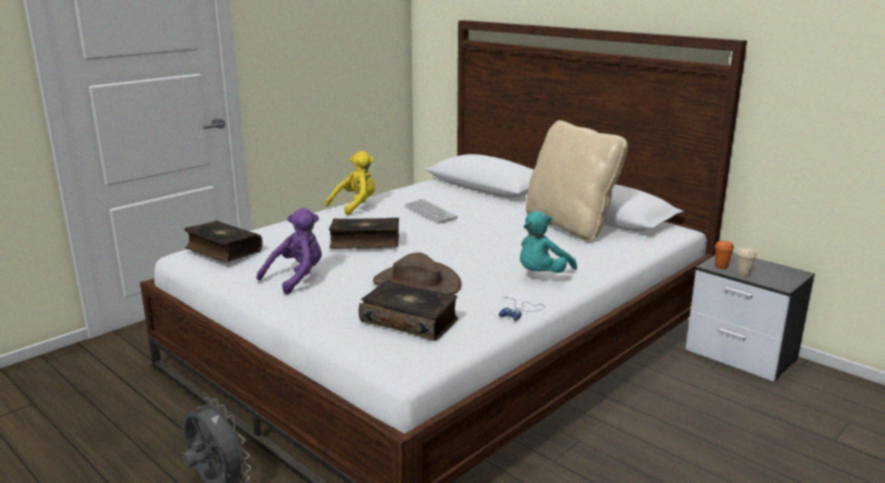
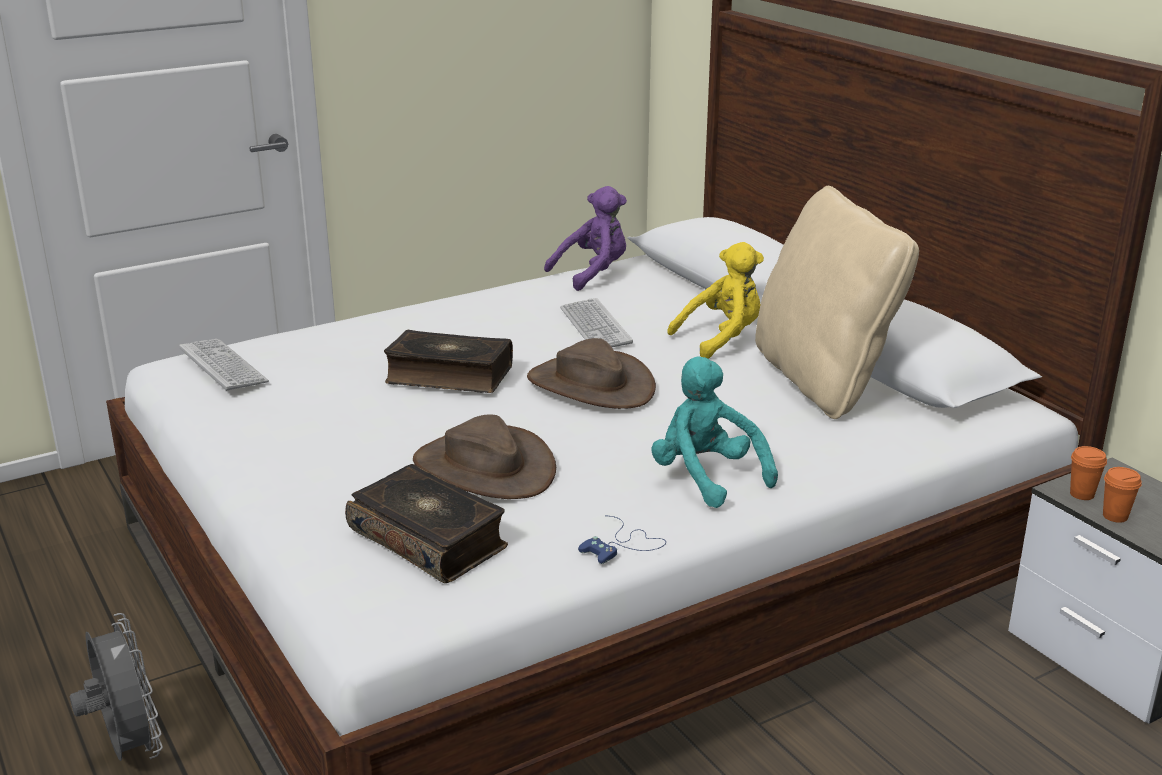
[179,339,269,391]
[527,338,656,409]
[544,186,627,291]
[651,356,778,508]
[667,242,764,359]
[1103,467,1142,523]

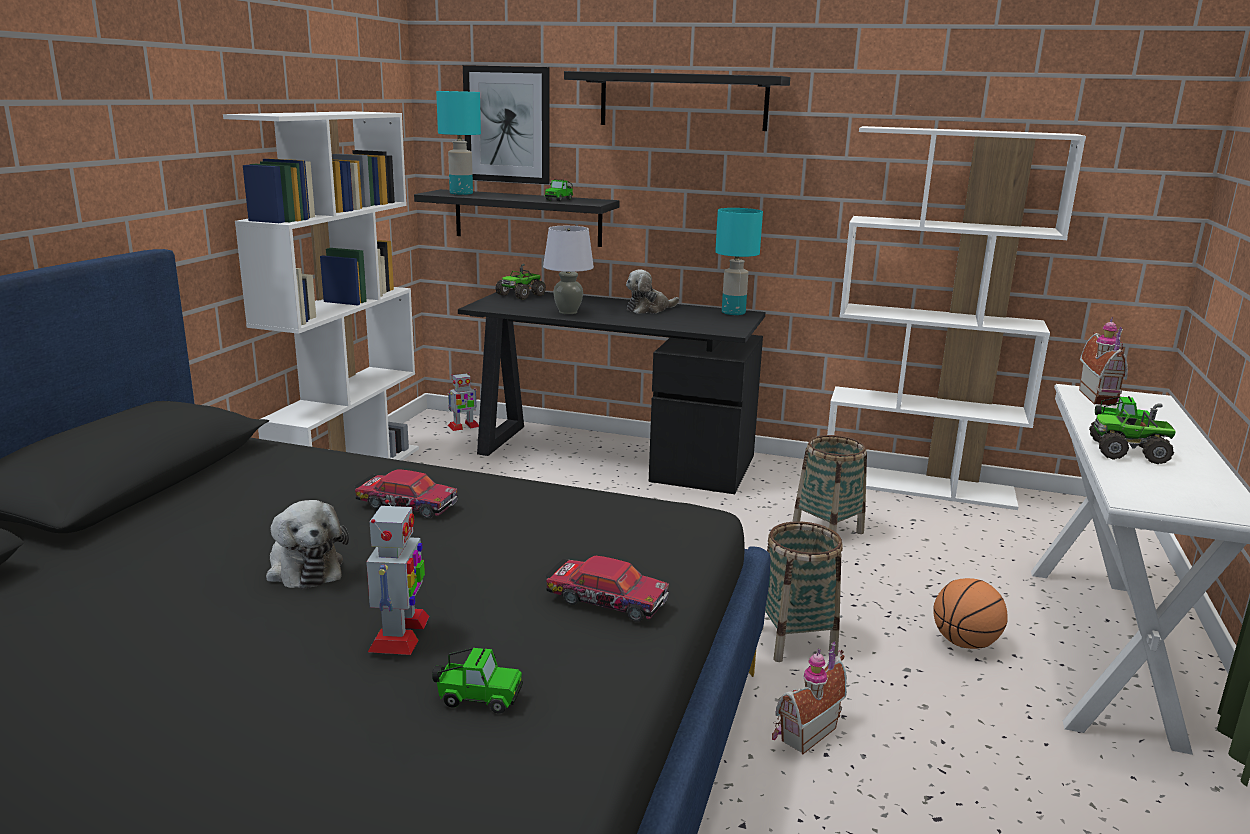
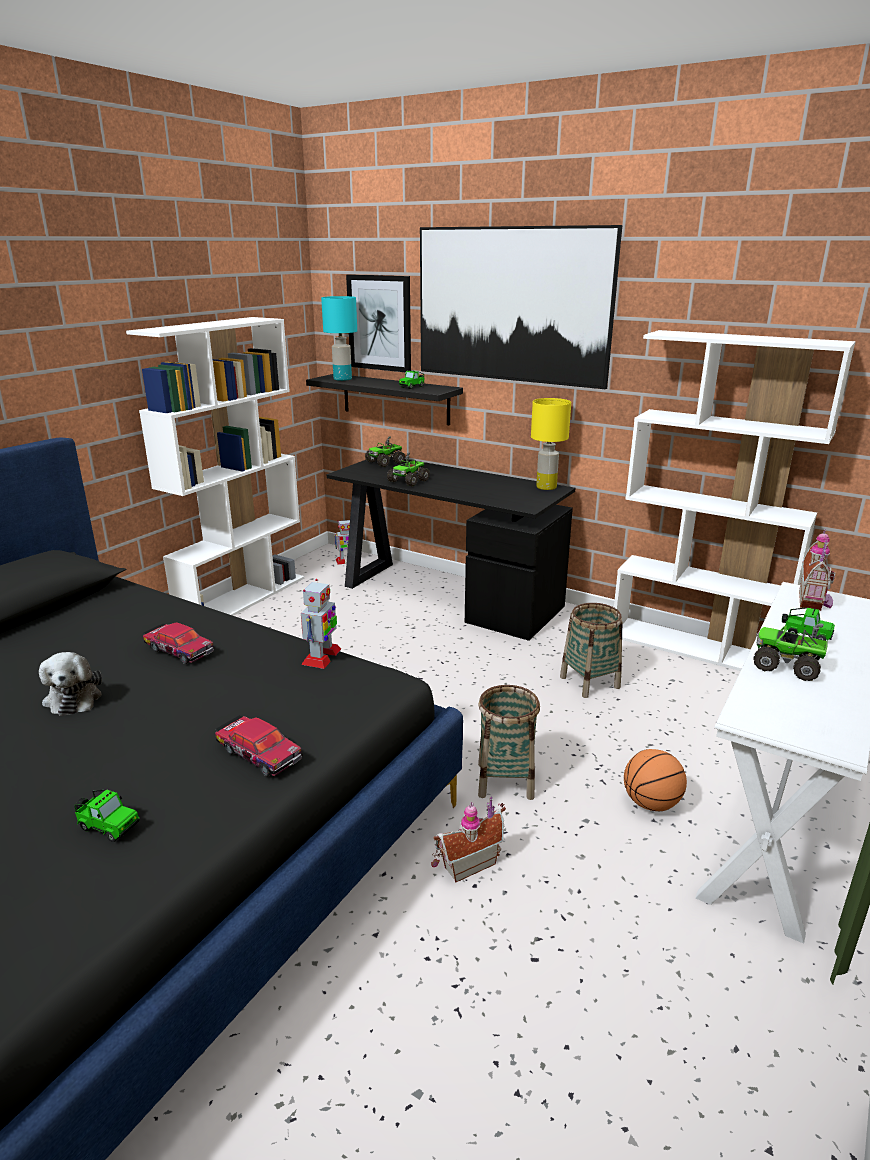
[301,579,341,669]
[387,453,430,486]
[420,225,622,389]
[531,398,571,490]
[626,269,679,314] (first image)

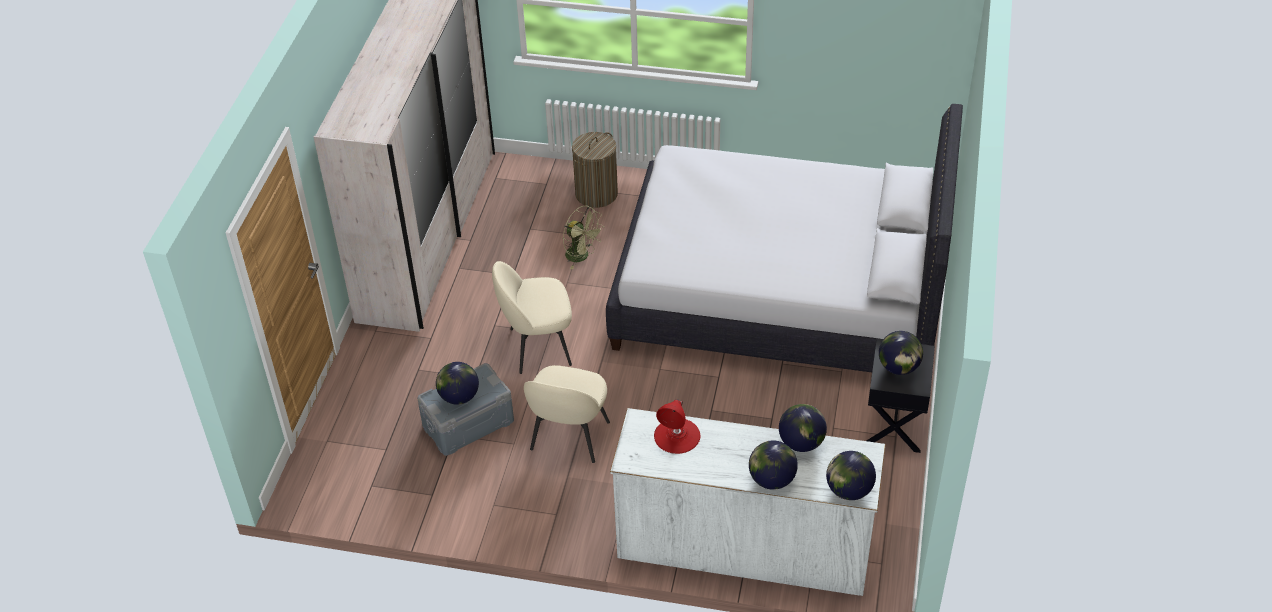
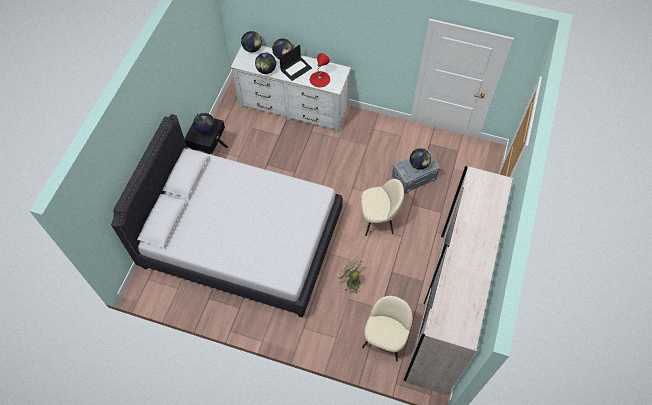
[279,45,312,81]
[362,296,413,361]
[572,132,618,208] (first image)

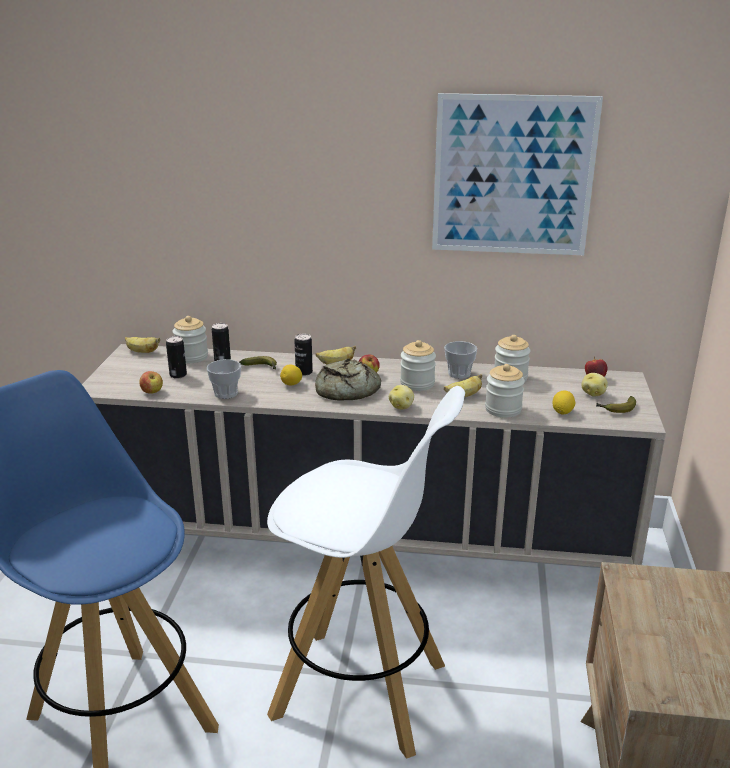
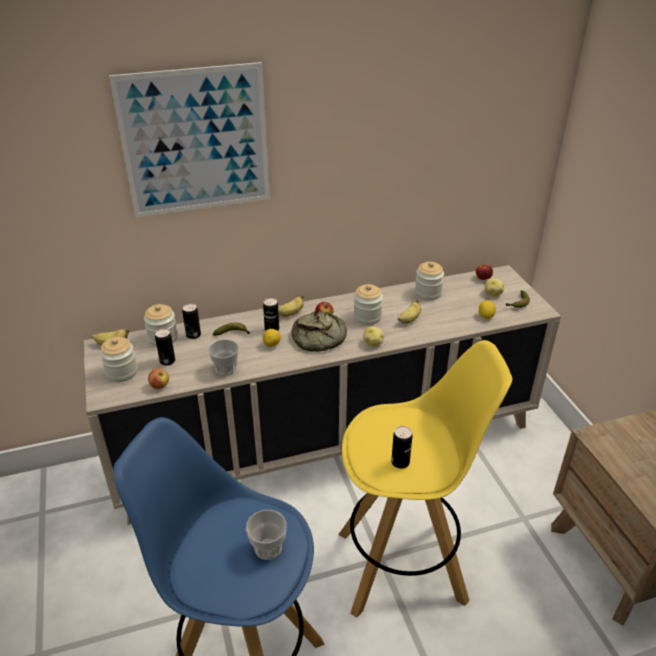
[100,337,138,382]
[109,62,270,217]
[246,510,287,560]
[338,340,512,618]
[391,426,413,469]

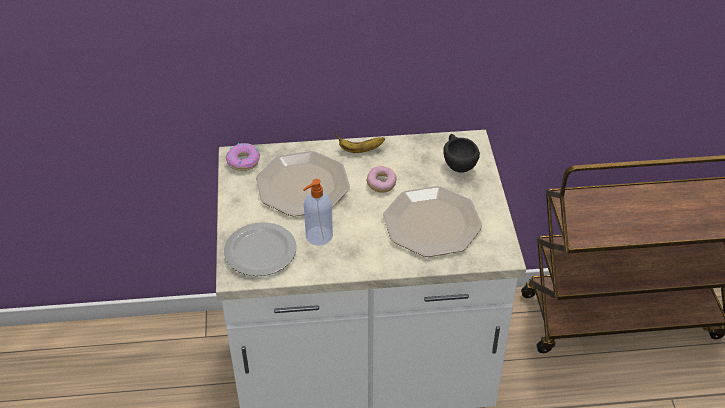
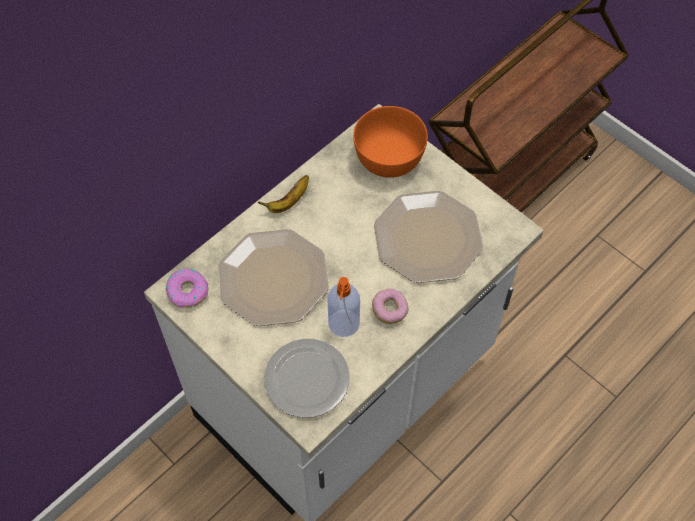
[353,106,428,178]
[372,289,409,324]

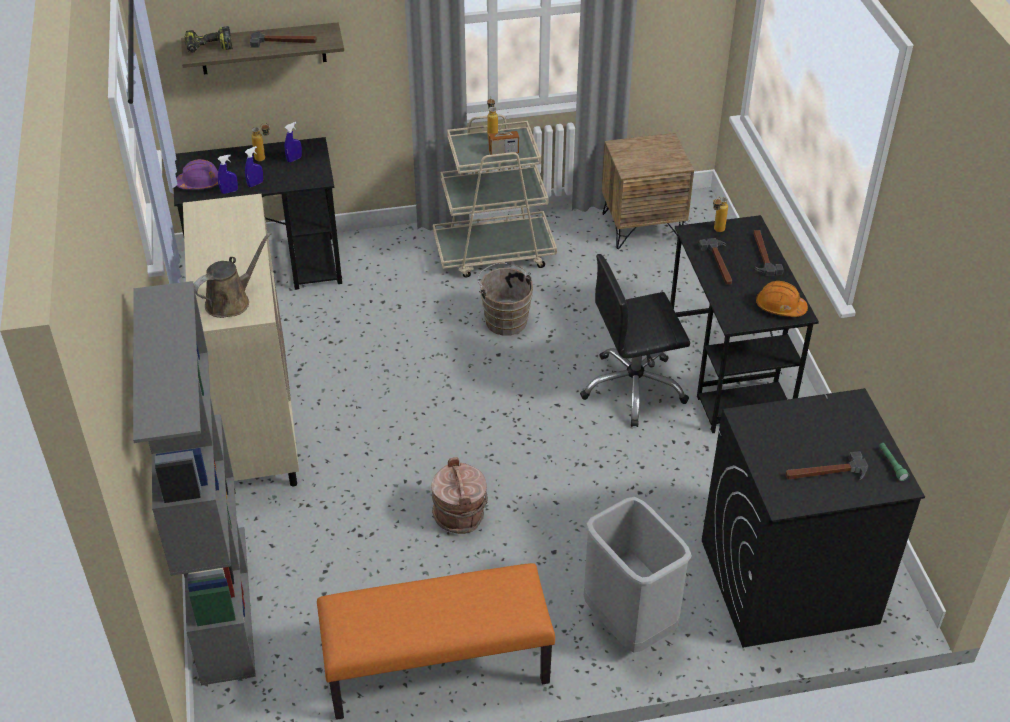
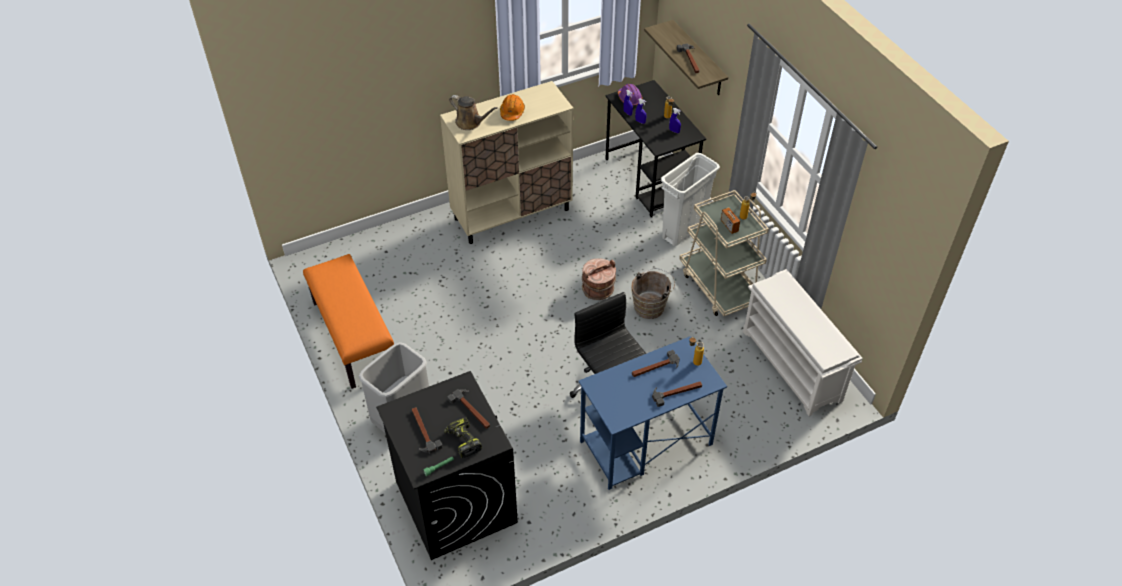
[444,417,482,458]
[447,389,490,429]
[500,94,525,121]
[578,336,727,490]
[582,258,616,300]
[661,153,720,246]
[743,269,863,416]
[133,281,256,686] (first image)

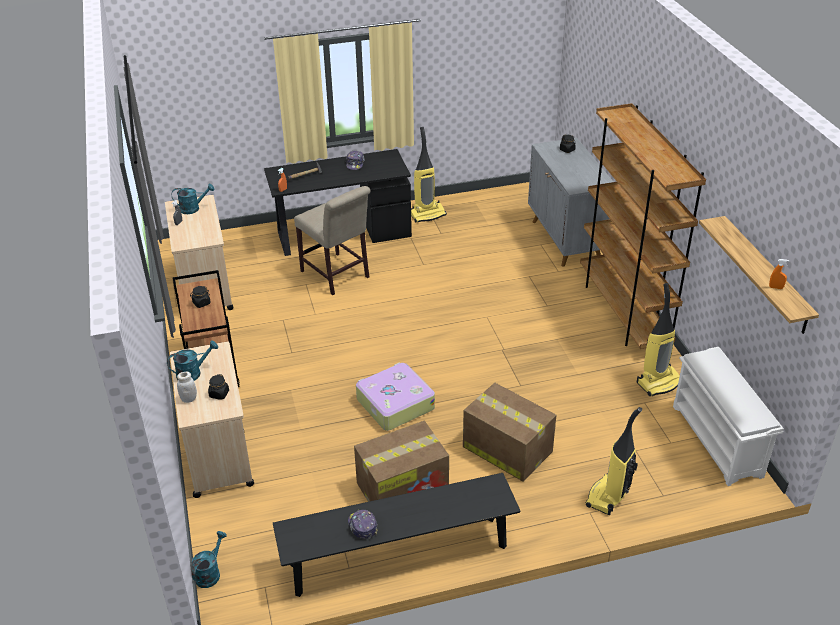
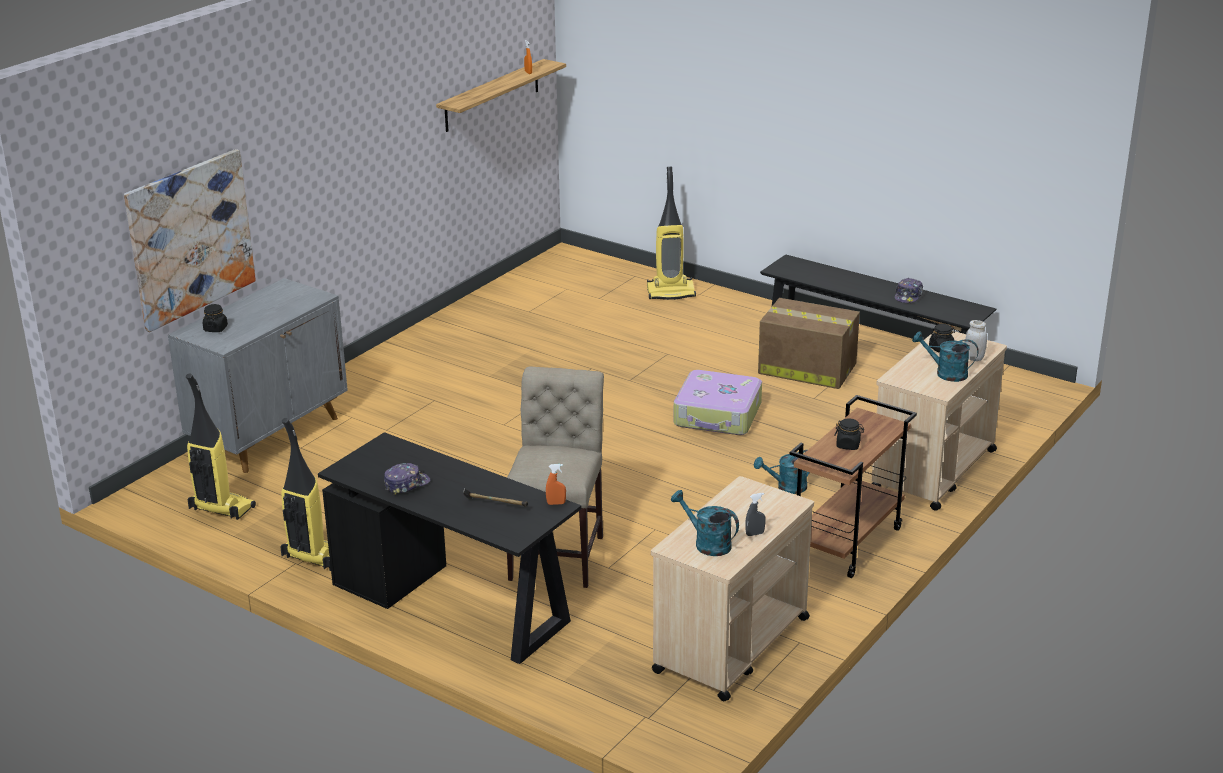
[124,149,256,332]
[186,374,256,520]
[754,450,810,494]
[463,383,556,482] (first image)
[580,103,706,349] (first image)
[673,347,784,486] (first image)

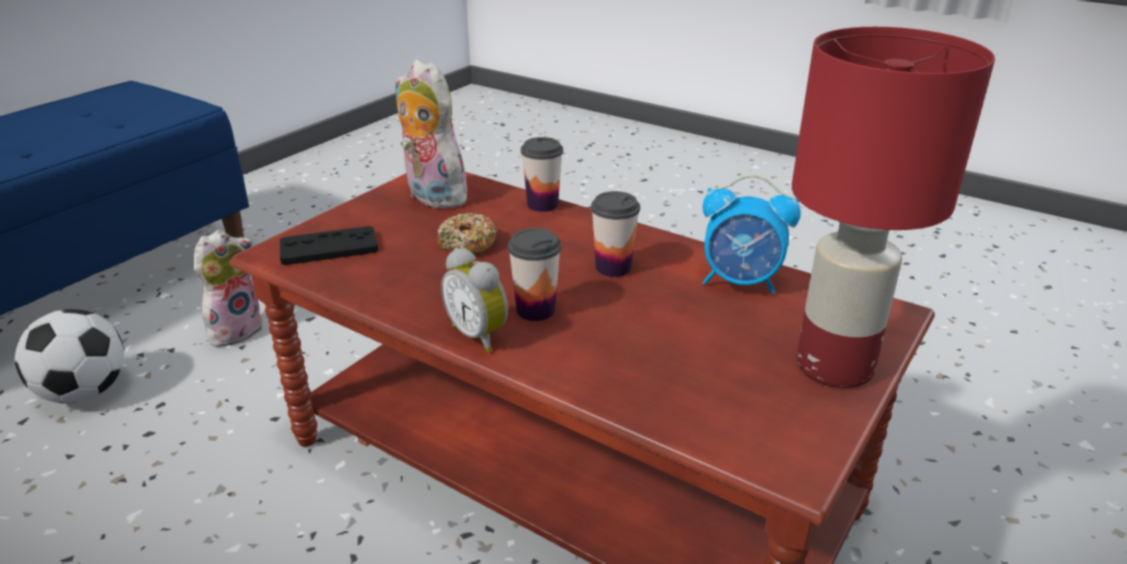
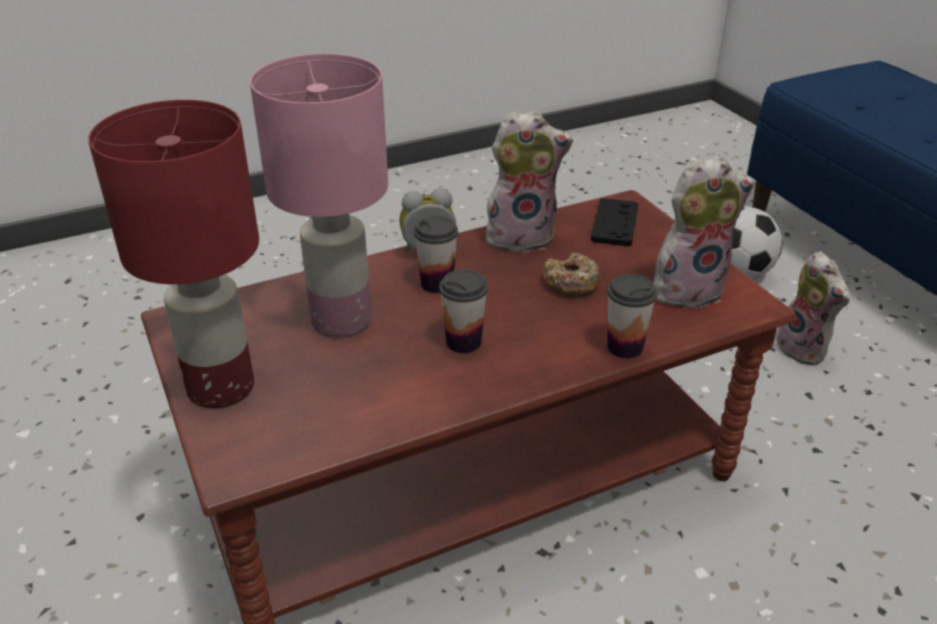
[250,54,388,338]
[486,111,573,253]
[703,174,801,294] (first image)

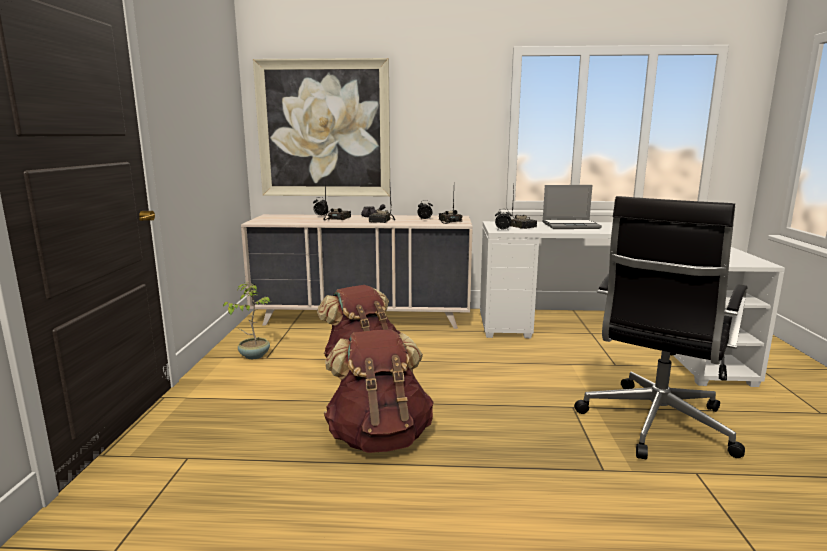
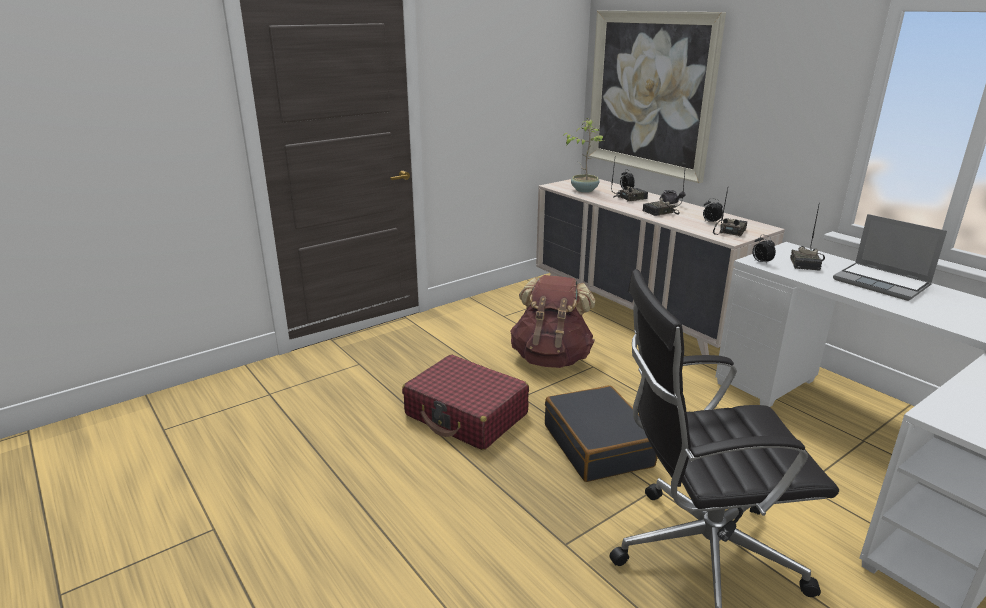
[402,355,529,450]
[545,385,657,482]
[563,118,604,193]

